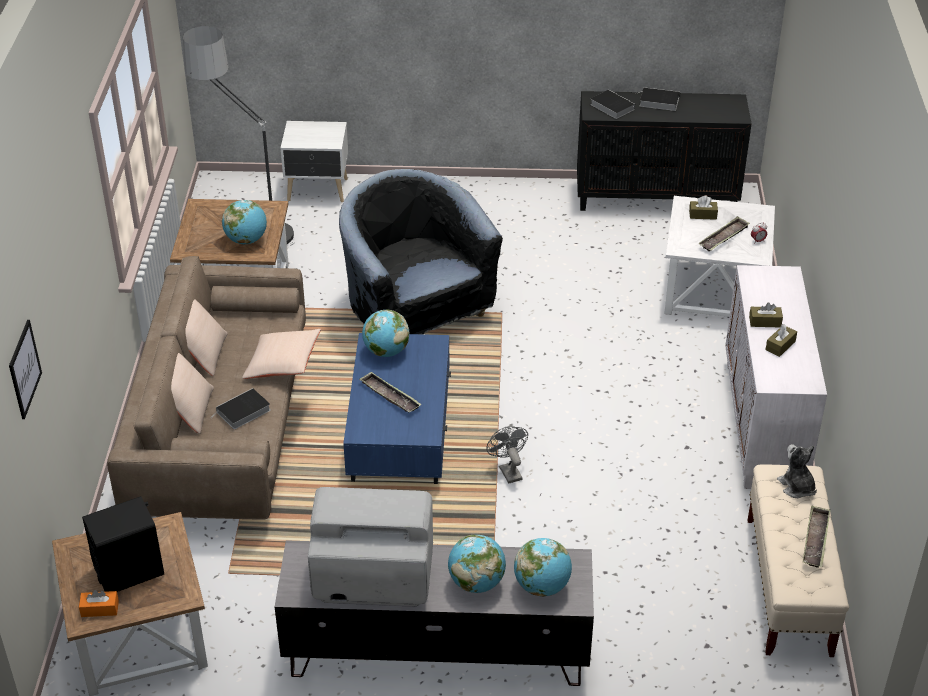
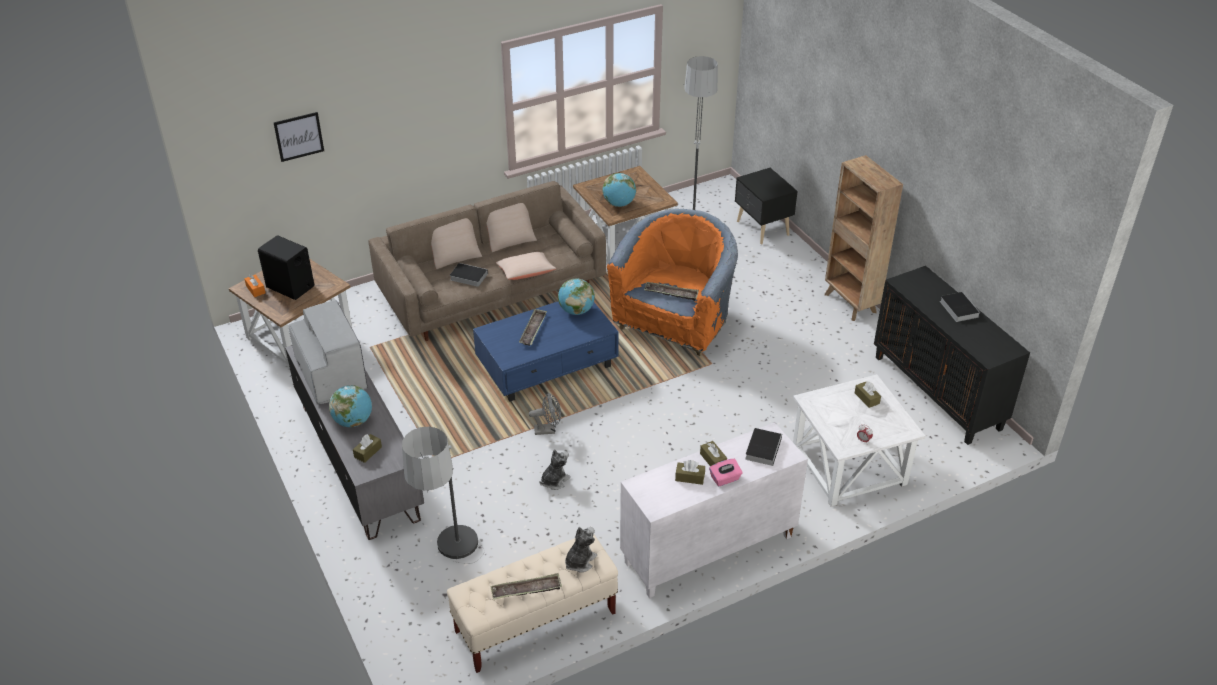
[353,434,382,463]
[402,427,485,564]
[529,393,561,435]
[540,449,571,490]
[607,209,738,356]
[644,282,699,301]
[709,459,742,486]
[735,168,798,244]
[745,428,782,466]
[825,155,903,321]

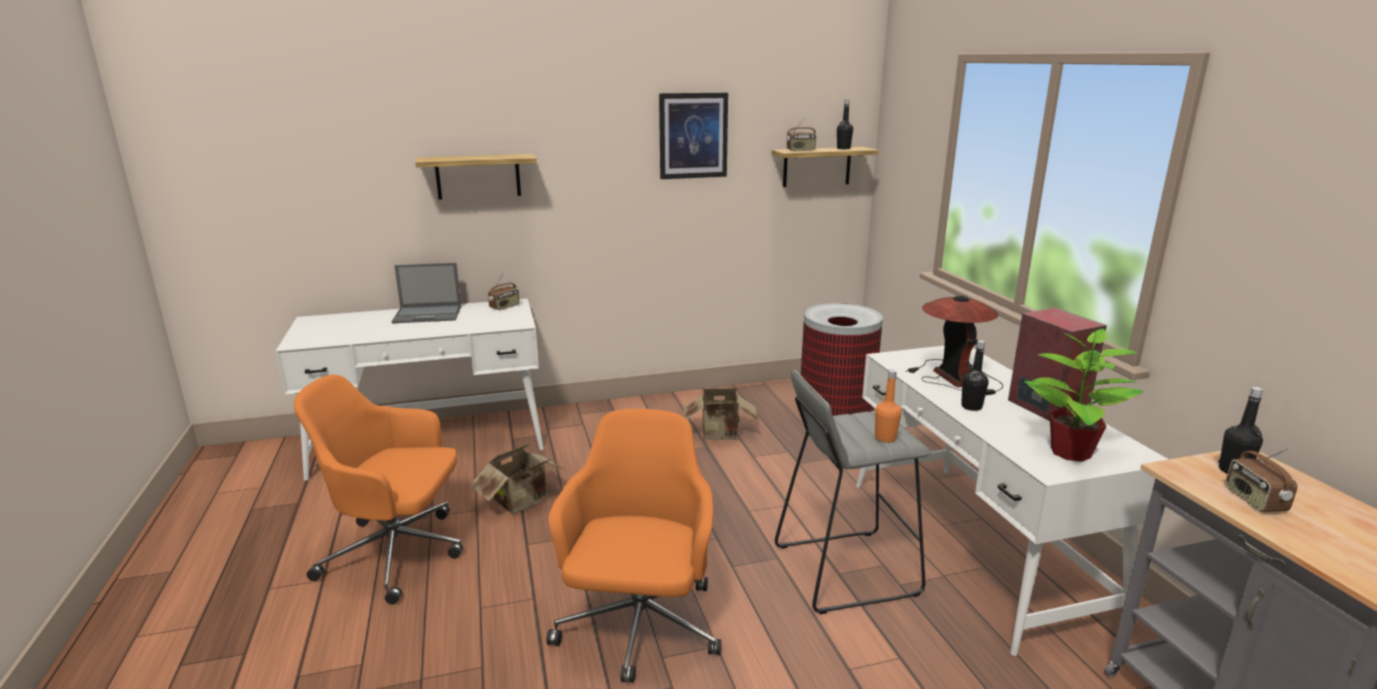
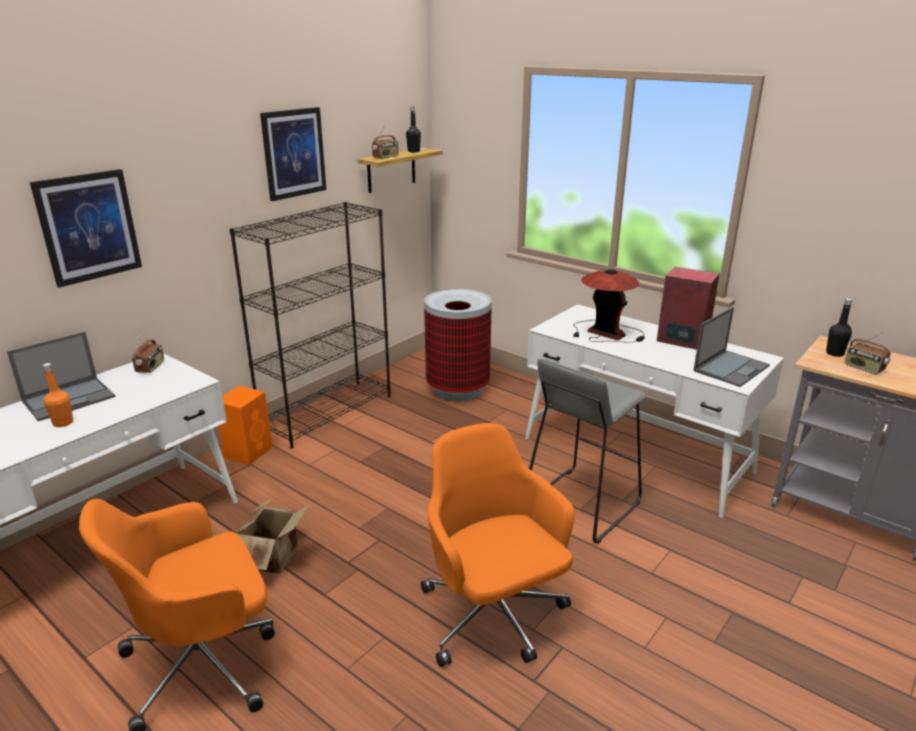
[30,169,142,288]
[43,363,73,427]
[218,386,273,465]
[230,202,391,448]
[693,307,770,387]
[684,389,759,440] (first image)
[961,340,989,411] (first image)

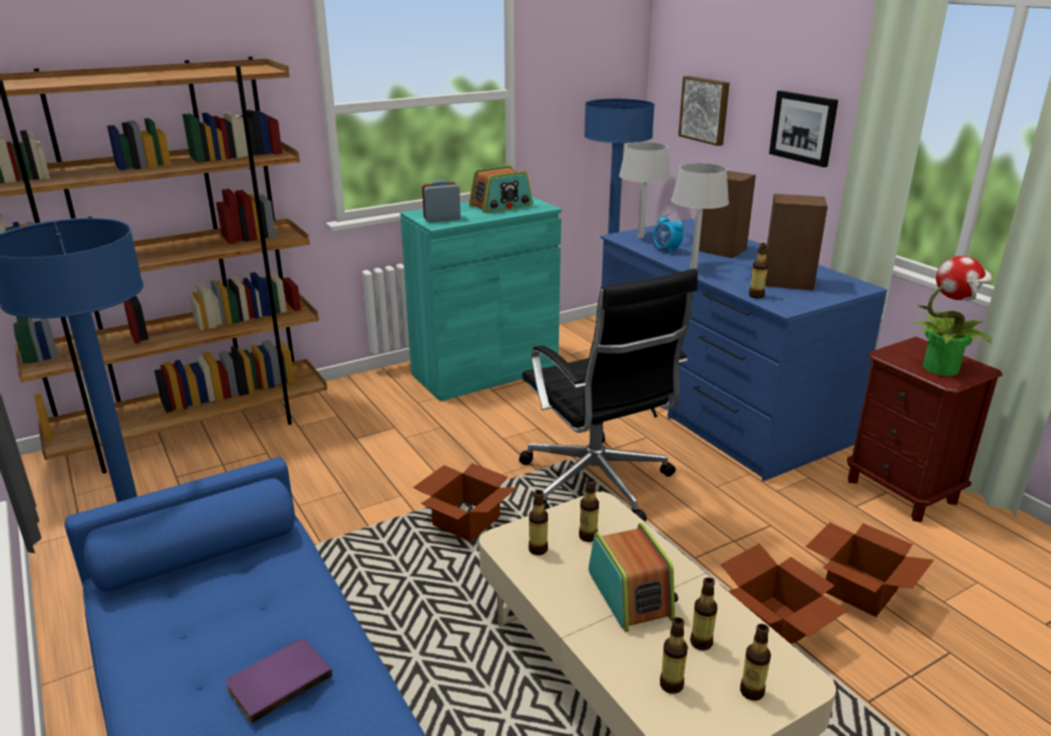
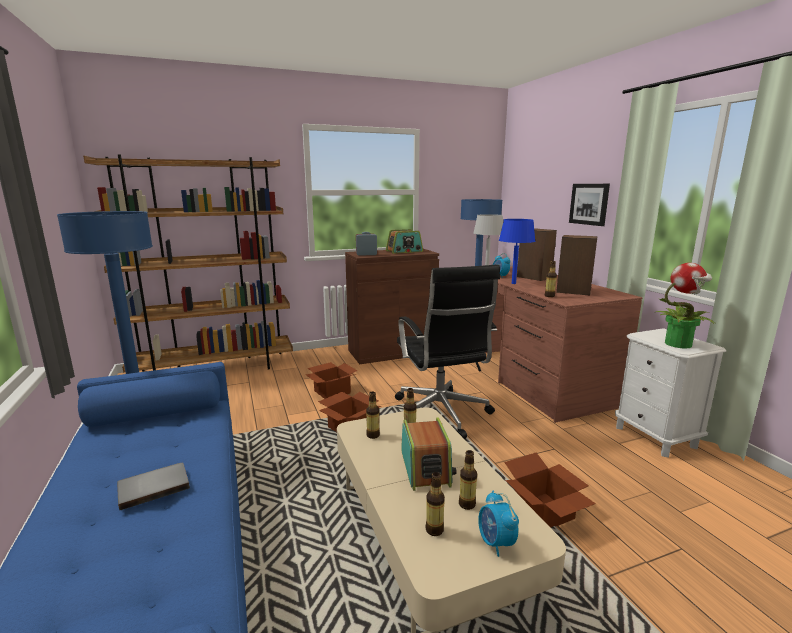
[117,463,190,511]
[305,362,357,399]
[345,249,439,364]
[478,491,519,557]
[485,266,642,423]
[499,219,535,284]
[615,328,726,458]
[678,76,729,146] (first image)

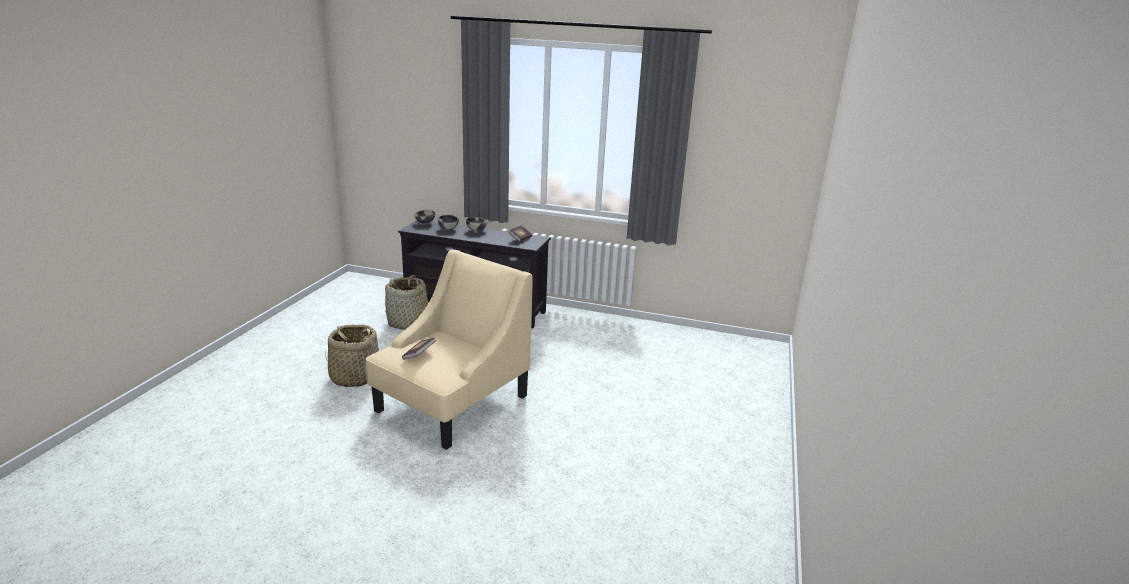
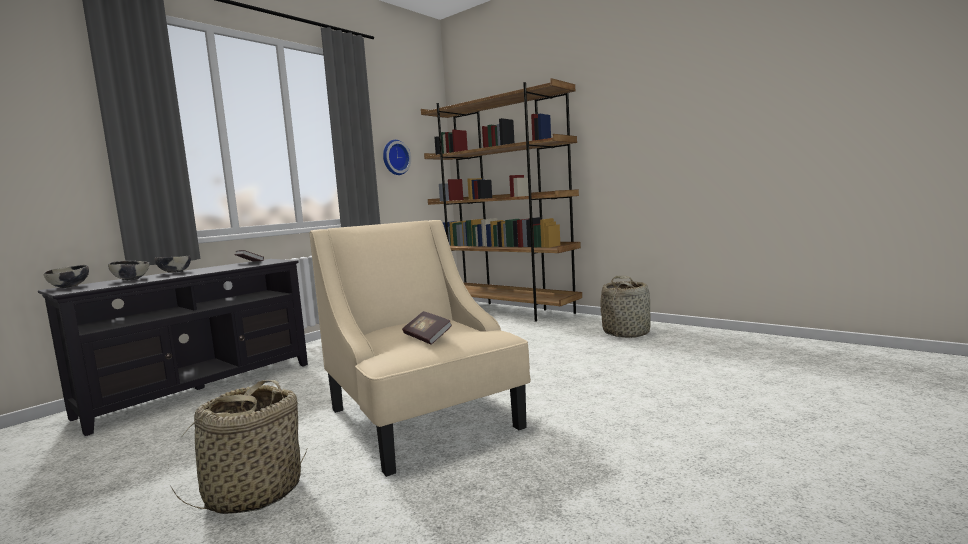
[383,140,411,175]
[421,78,582,322]
[600,276,651,338]

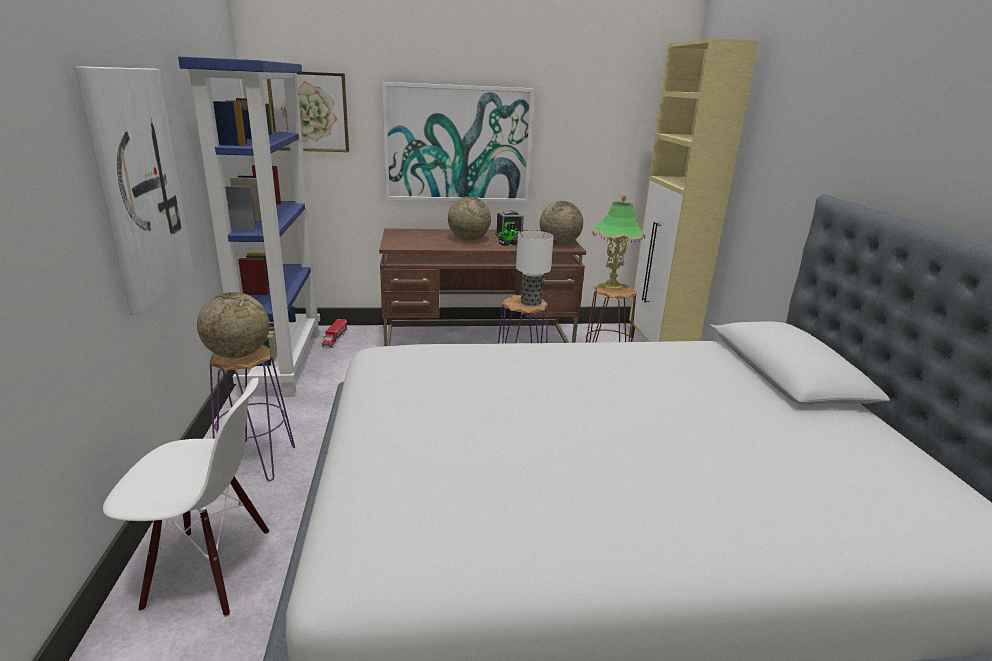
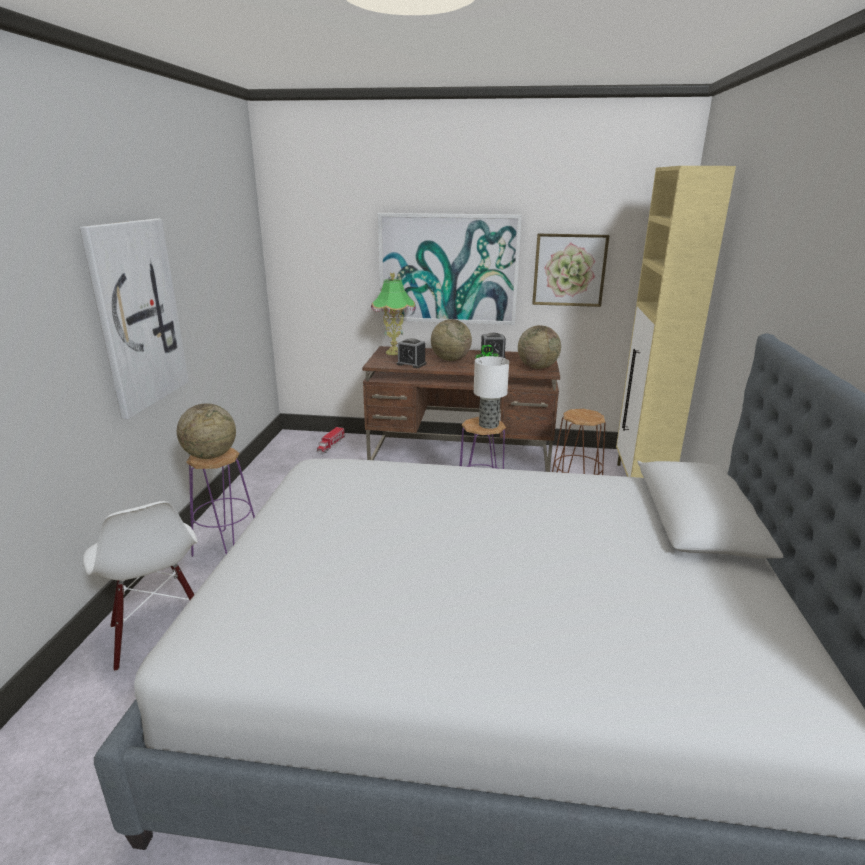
[83,501,198,671]
[371,273,416,355]
[397,338,426,368]
[532,234,610,307]
[178,56,320,398] (first image)

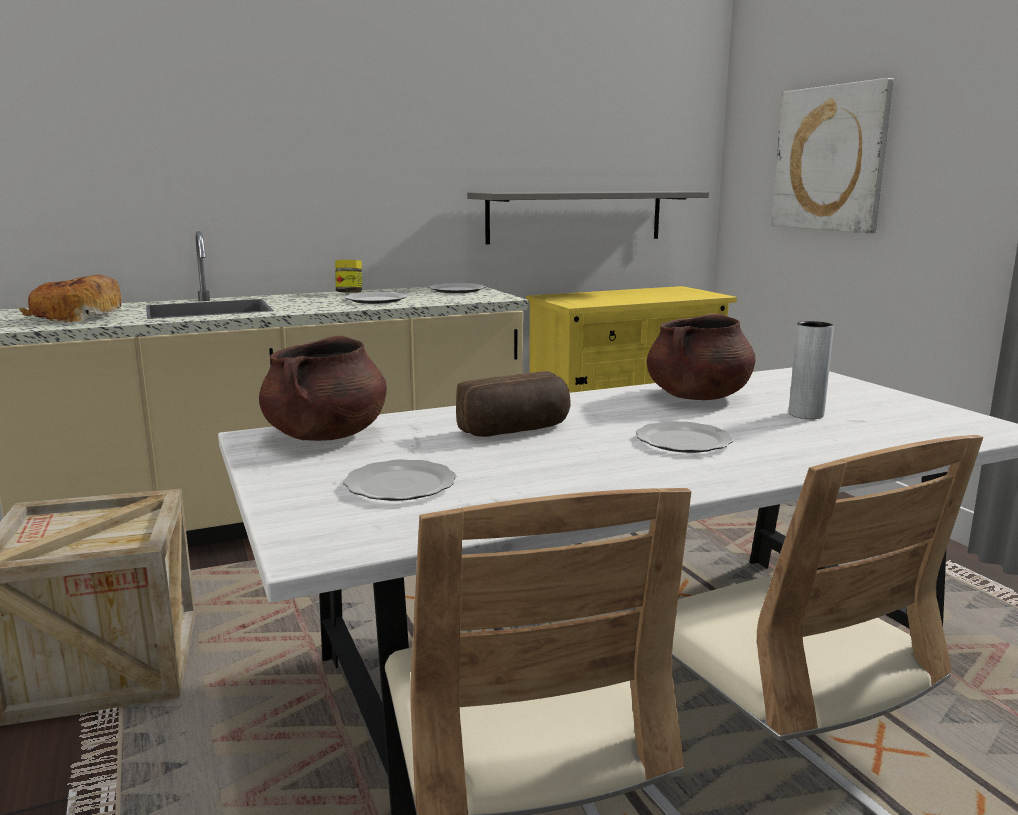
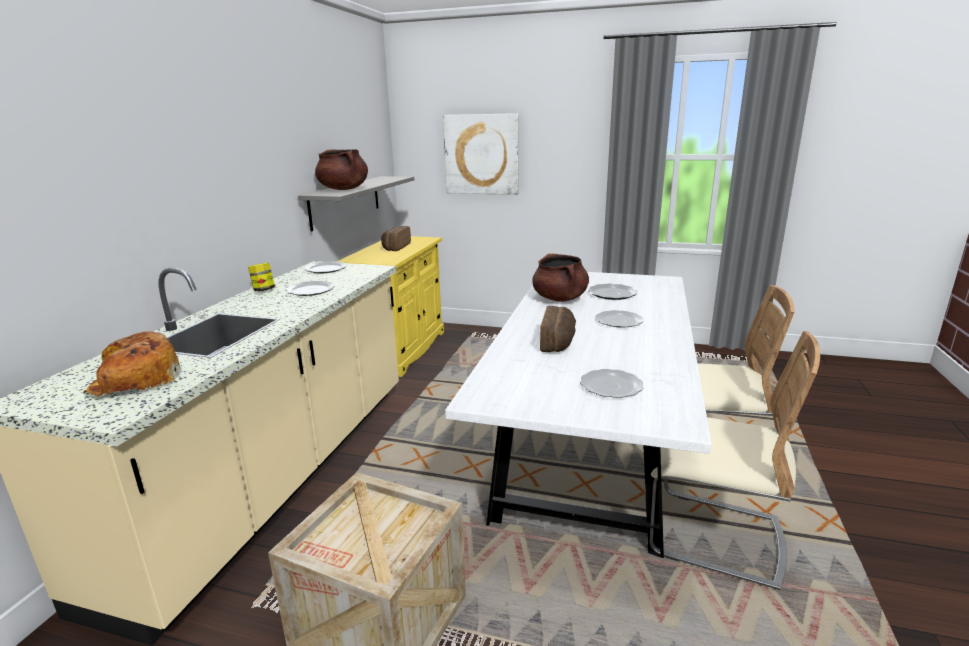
[315,149,368,190]
[381,226,411,251]
[588,284,637,300]

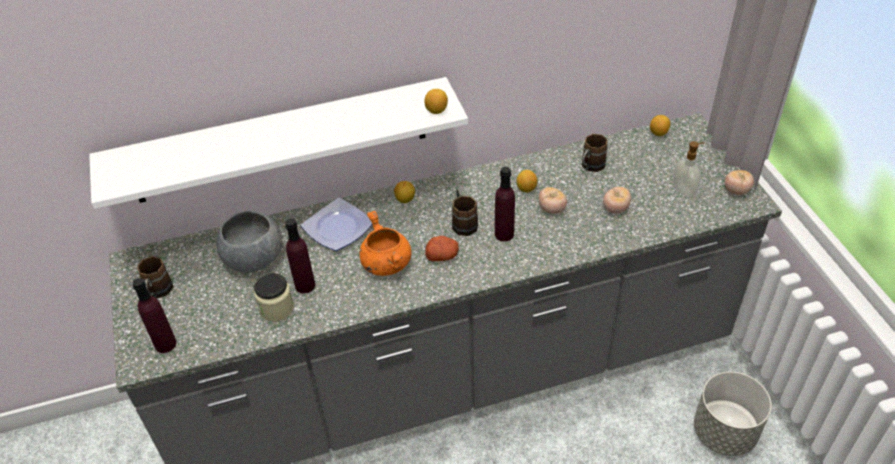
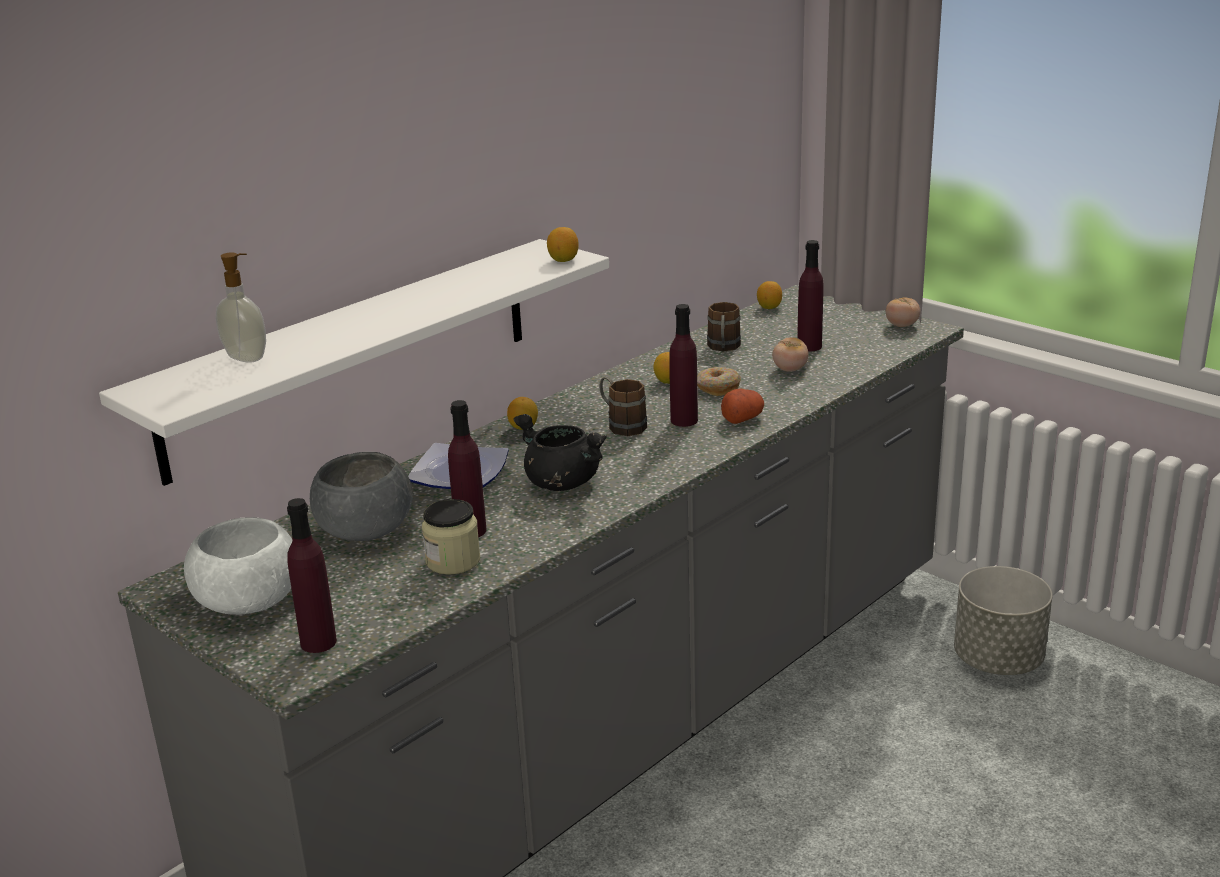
[184,517,292,615]
[215,252,266,363]
[513,414,607,491]
[697,367,741,396]
[721,388,764,424]
[797,240,824,351]

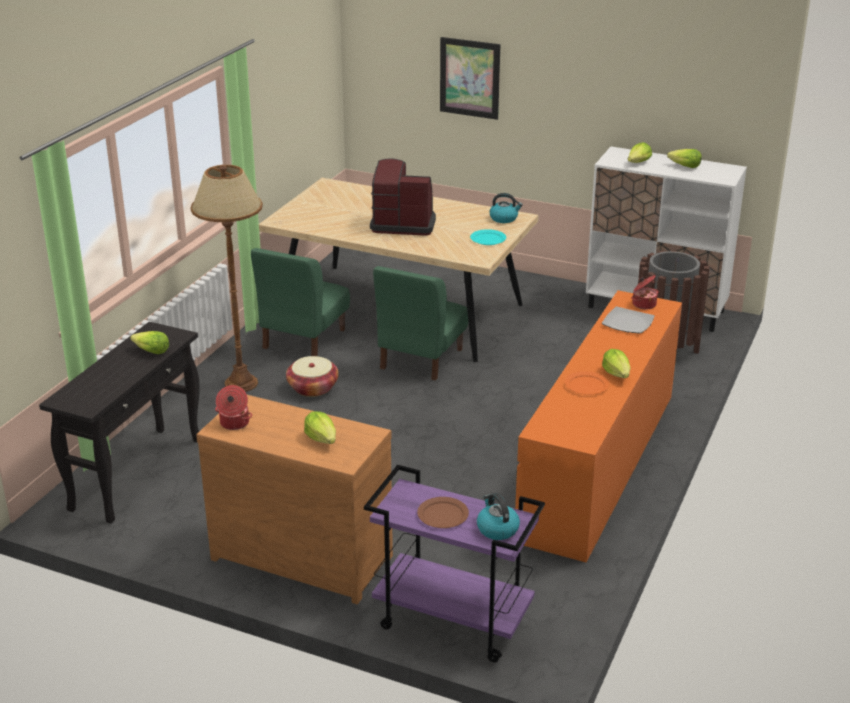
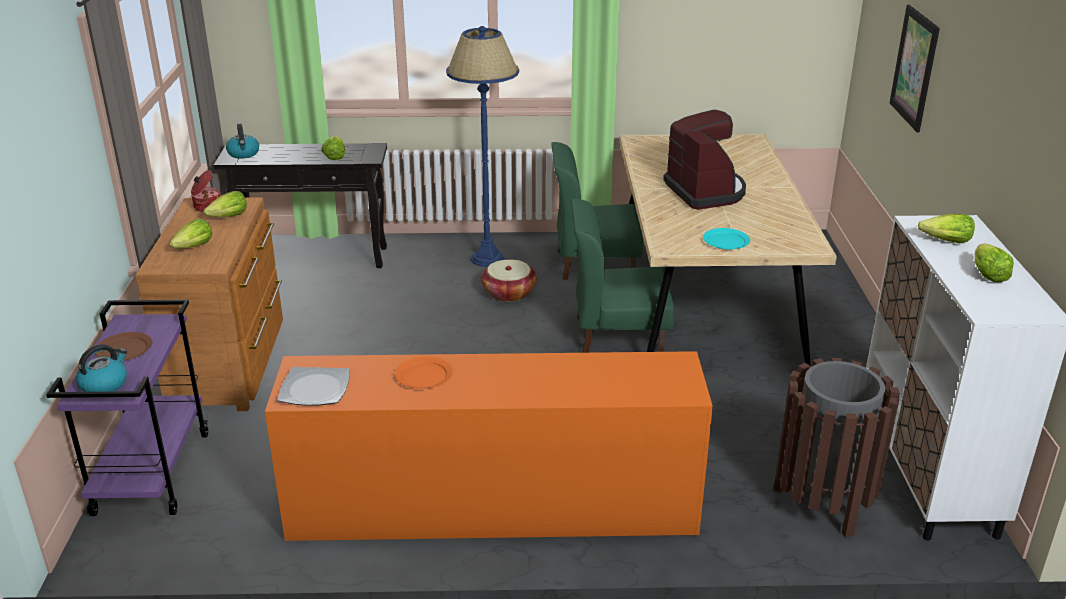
[203,191,247,217]
[226,124,259,159]
[278,367,350,406]
[446,26,519,267]
[631,275,659,309] (first image)

